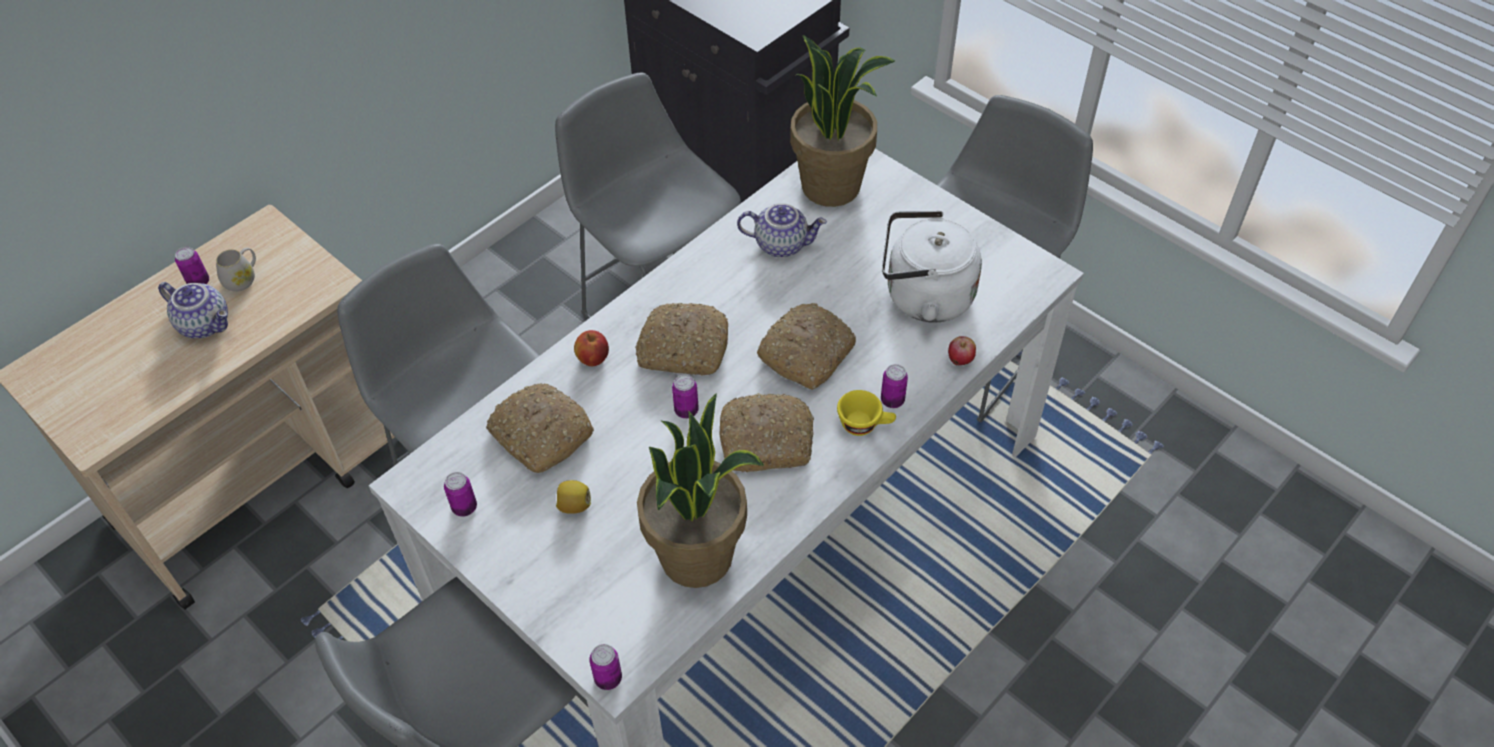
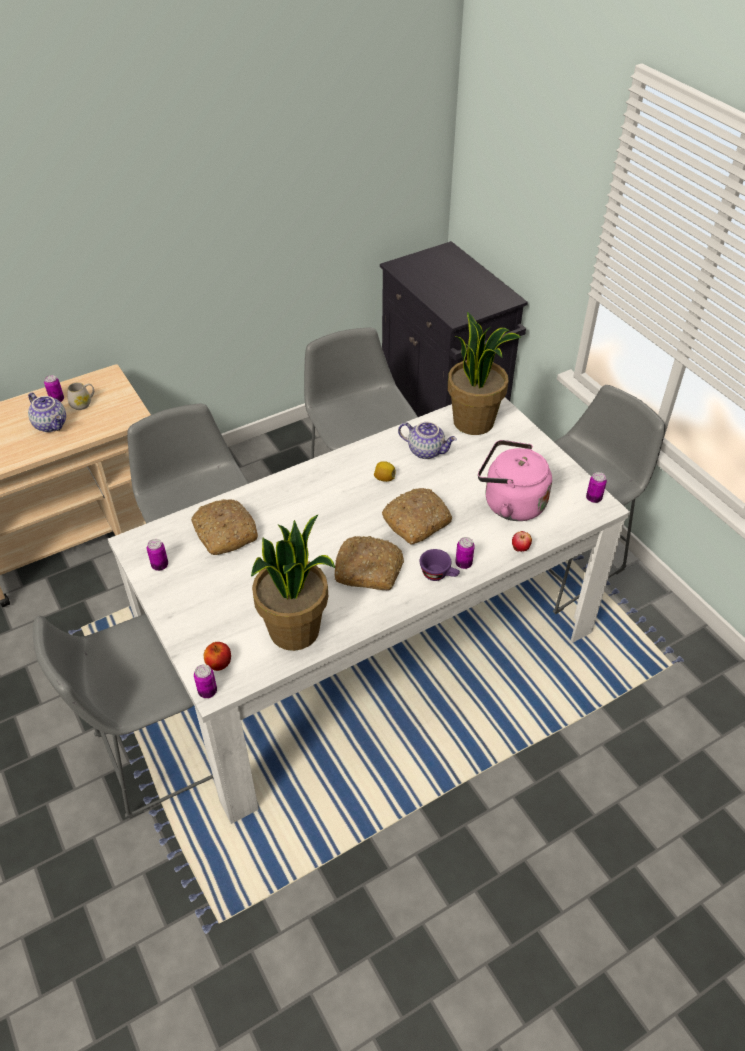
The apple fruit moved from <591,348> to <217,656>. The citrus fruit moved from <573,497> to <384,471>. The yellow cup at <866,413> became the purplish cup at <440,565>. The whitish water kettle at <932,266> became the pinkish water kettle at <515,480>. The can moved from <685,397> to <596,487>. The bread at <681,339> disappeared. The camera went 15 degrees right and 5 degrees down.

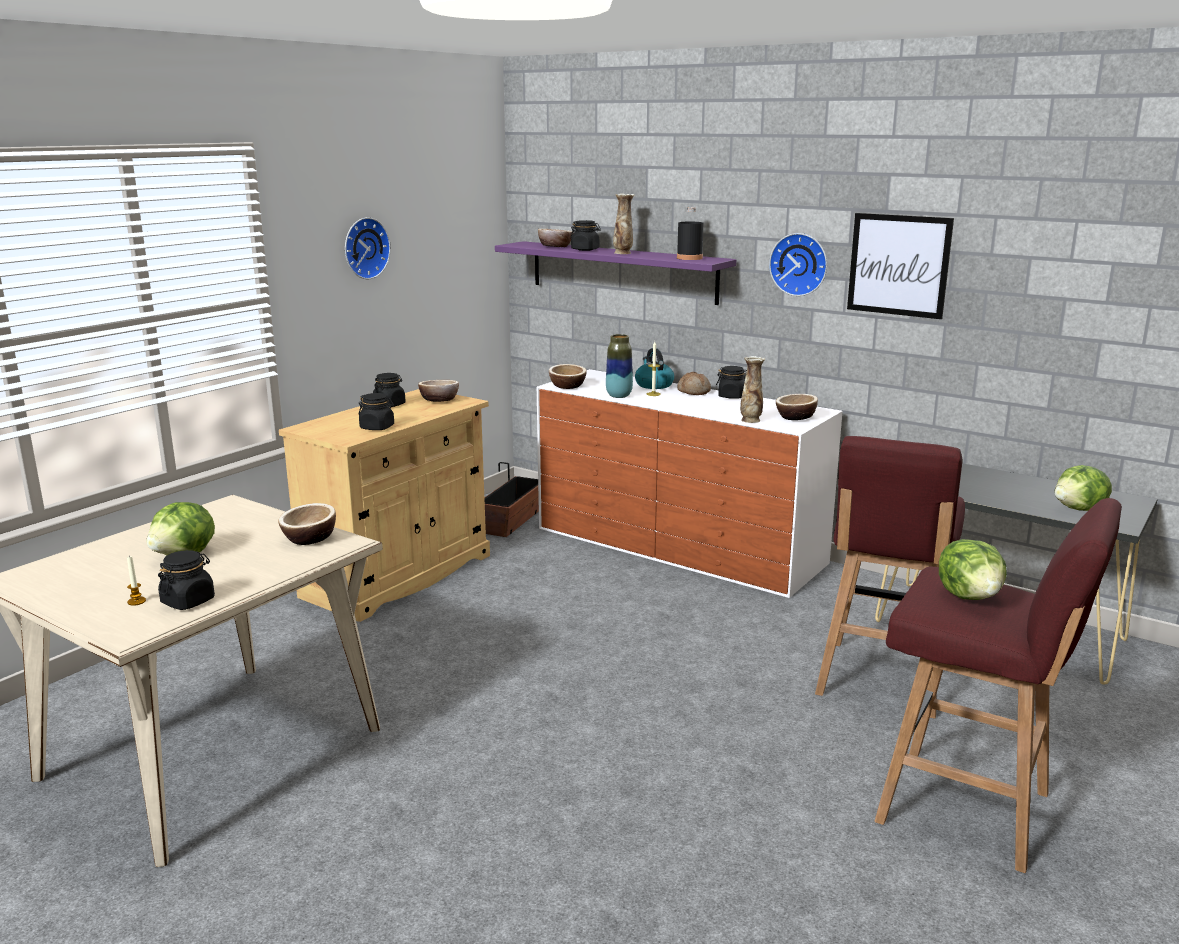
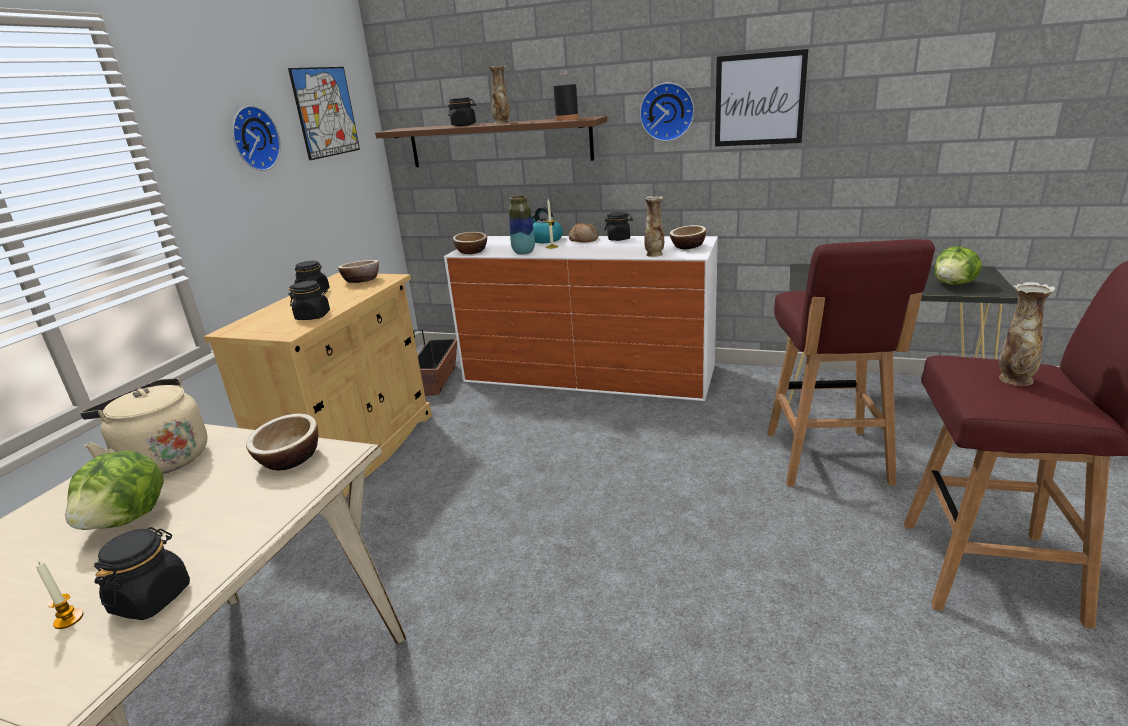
The beige-coloured water kettle at <143,426> appeared. The picture at <324,113> appeared. The purplish shelf at <615,273> became the brownish shelf at <491,141>. The head of lettuce at <973,569> was replaced by the vase at <1027,334>. The deep dish at <556,238> disappeared. The camera went 15 degrees left and 5 degrees up.

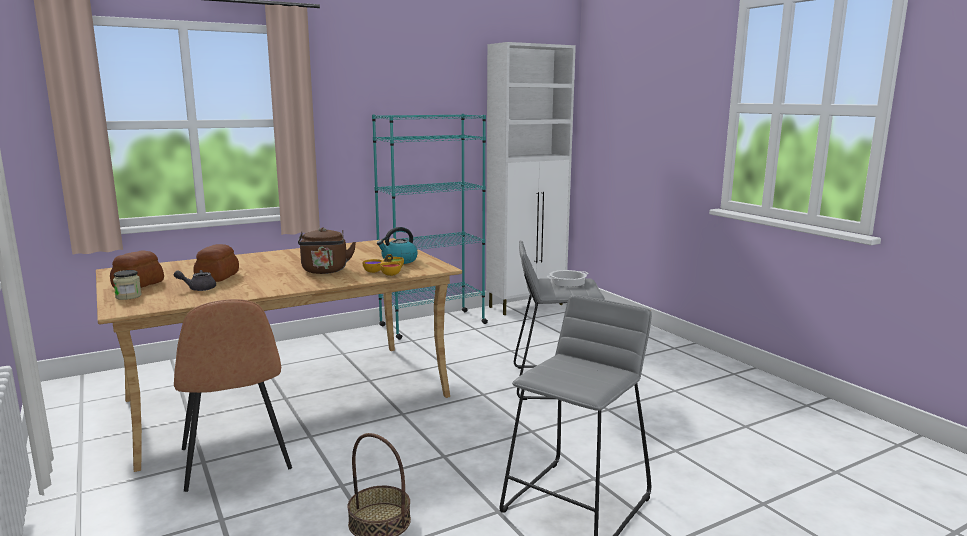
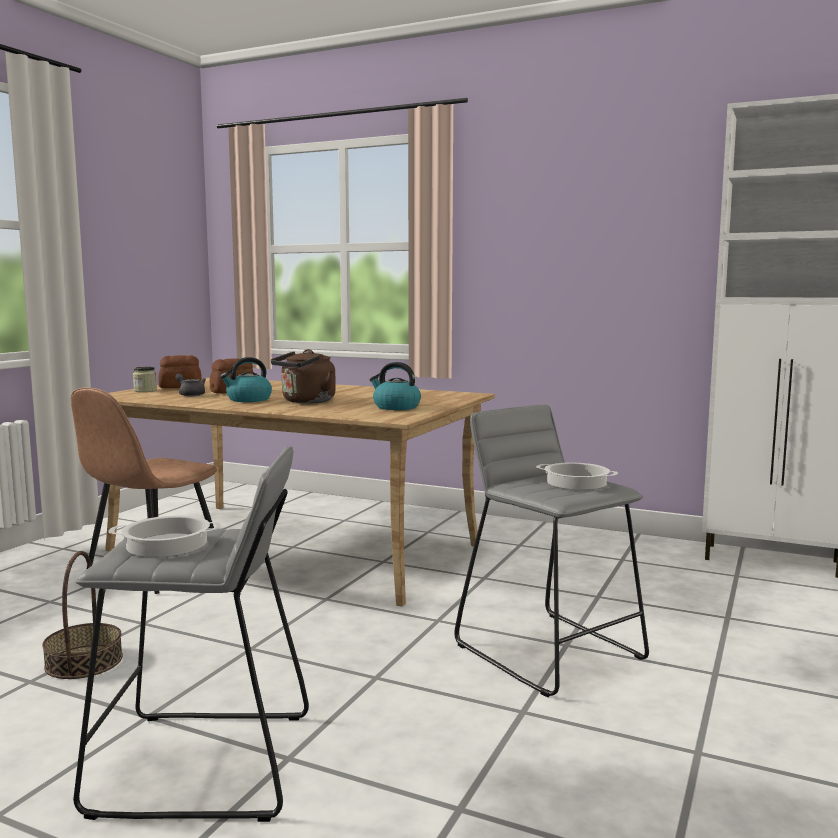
The saucepot at <164,536> appeared. The water kettle at <246,379> appeared. The deep dish at <383,265> disappeared. The turquoise bookshelf at <430,227> disappeared. The camera went 55 degrees right and 5 degrees down.

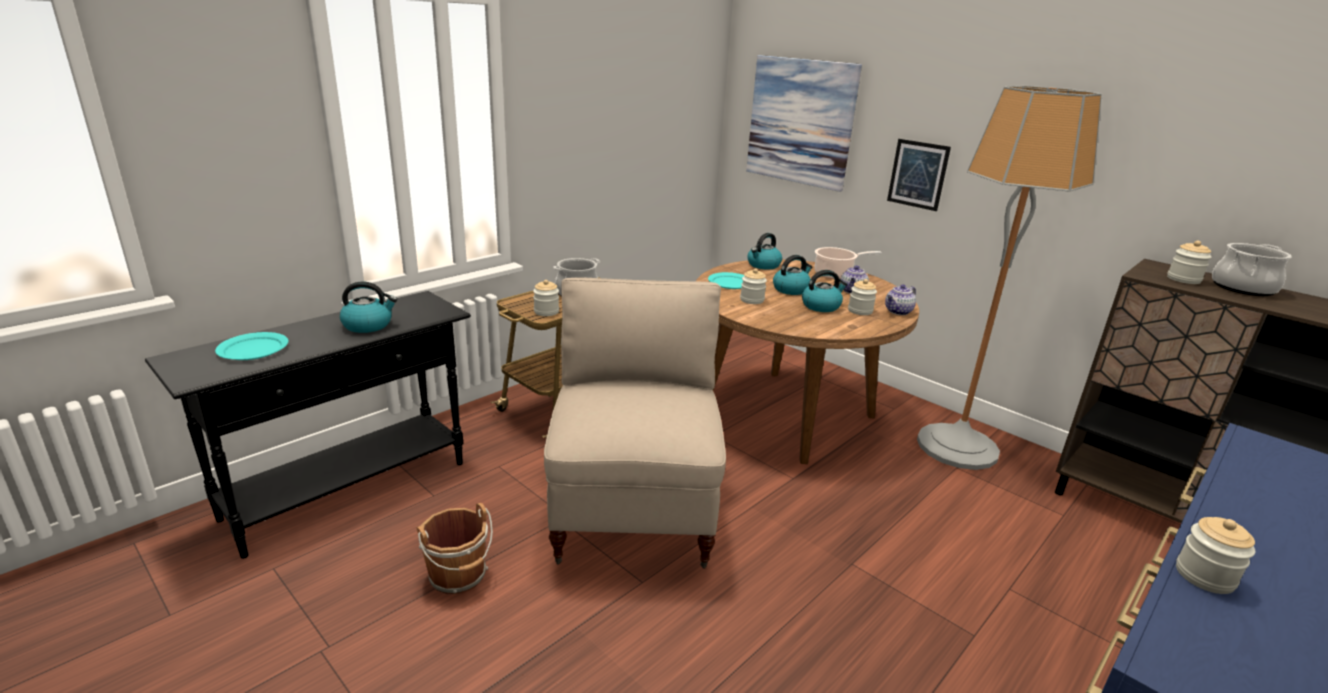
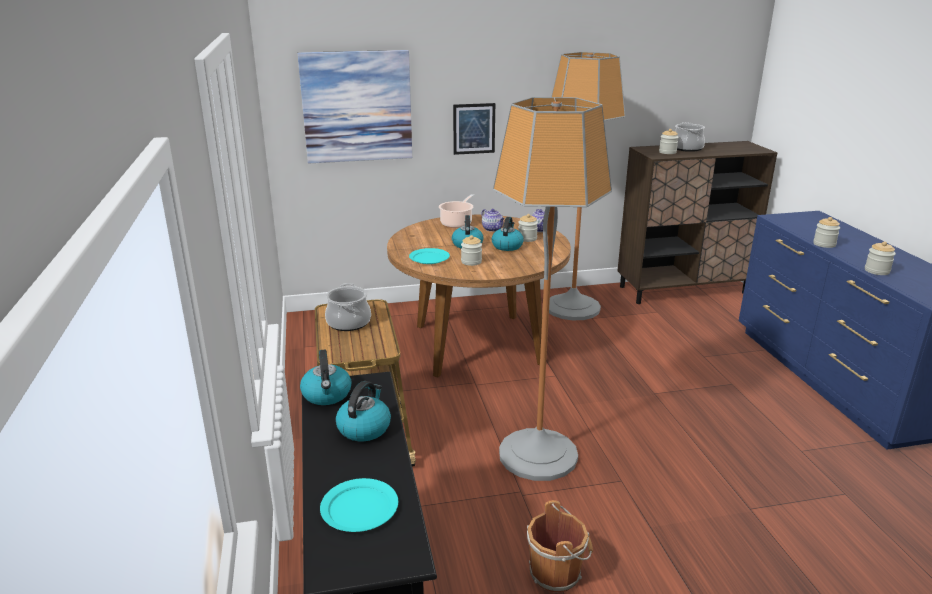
The water kettle moved from <765,251> to <325,377>. The beige-coloured upright chair at <635,423> was replaced by the floor lamp at <552,289>. The storage jar moved from <546,298> to <826,232>. The camera went 55 degrees left and 0 degrees up.

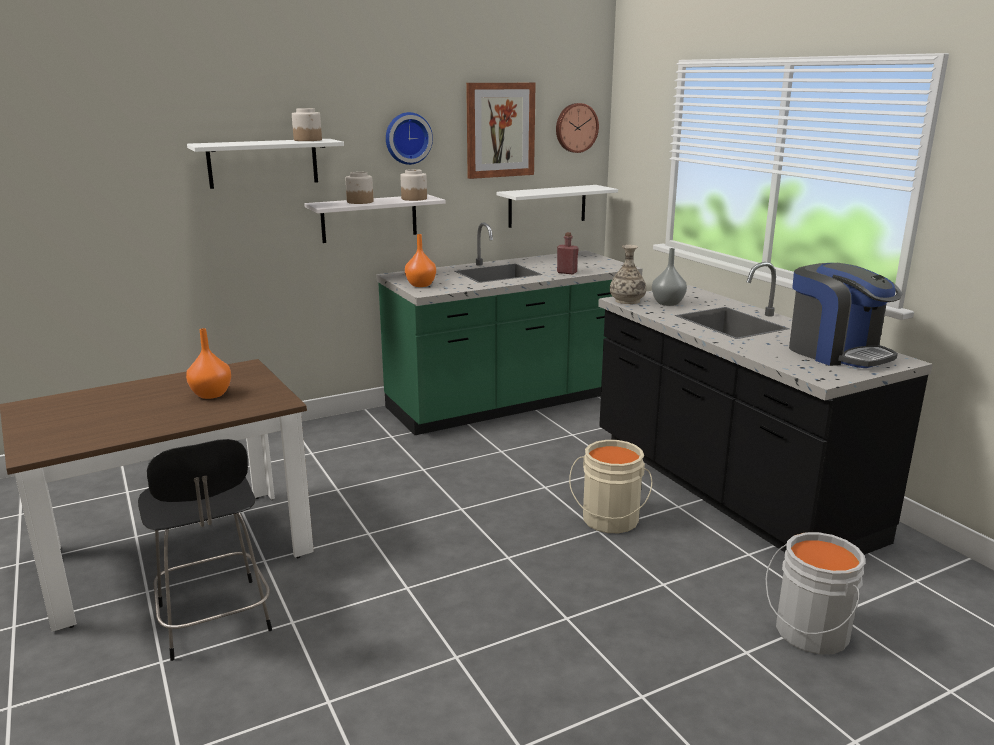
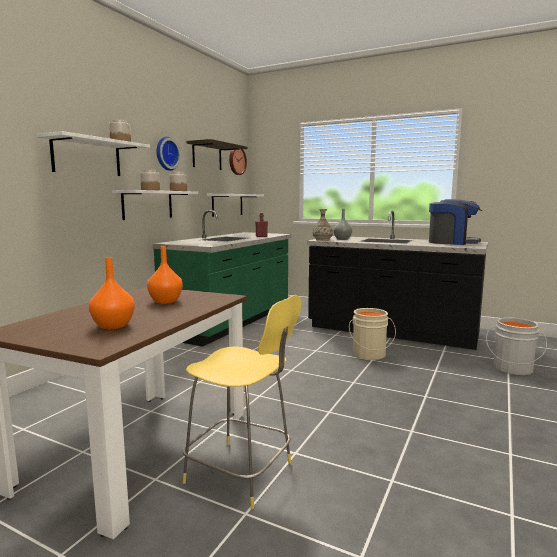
The orange vase moved from <420,260> to <112,293>. The black-coloured sitting stool at <205,550> became the yellow sitting stool at <241,402>. The picture at <501,131> was replaced by the shelf at <217,154>. The camera went 35 degrees left and 10 degrees down.

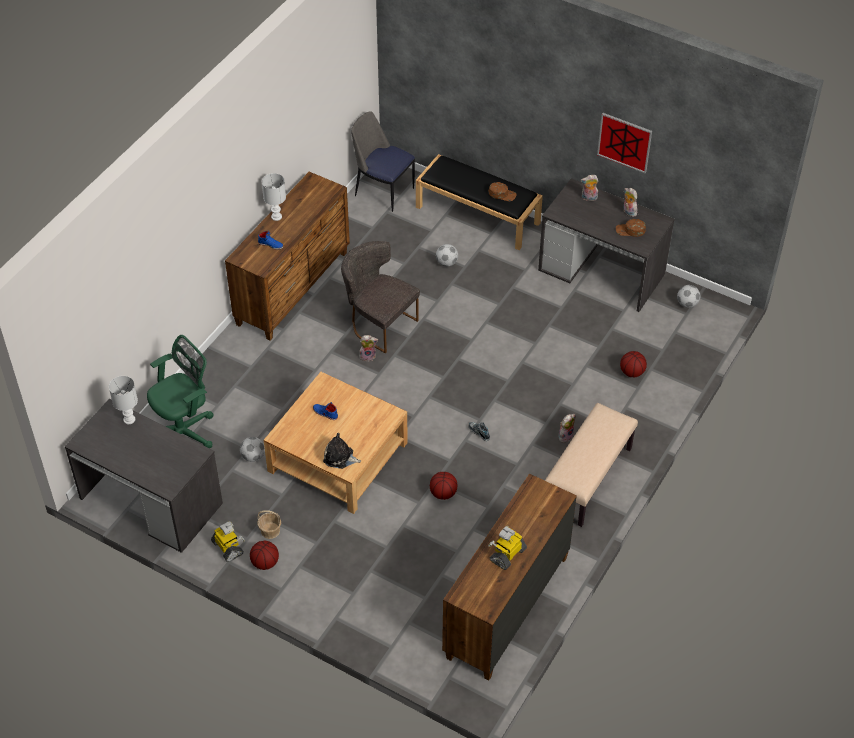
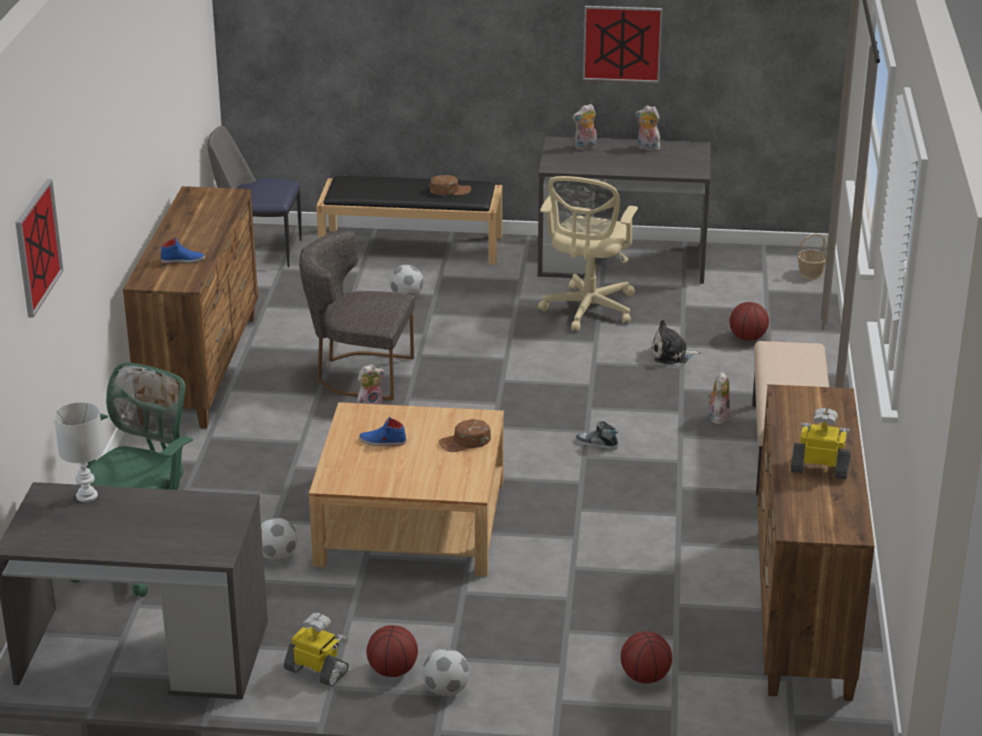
The picture at <39,248> appeared. The football ball moved from <688,296> to <446,672>. The brownish cap moved from <631,228> to <464,435>. The beige-coloured office chair at <588,253> appeared. The basketball ball moved from <444,486> to <646,657>. The cuddly toy moved from <342,451> to <676,342>. The model robot at <507,548> turned 90 degrees clockwise. The basket moved from <269,524> to <812,256>. The whitish table lamp at <274,197> disappeared. The camera went 25 degrees left and 20 degrees down.

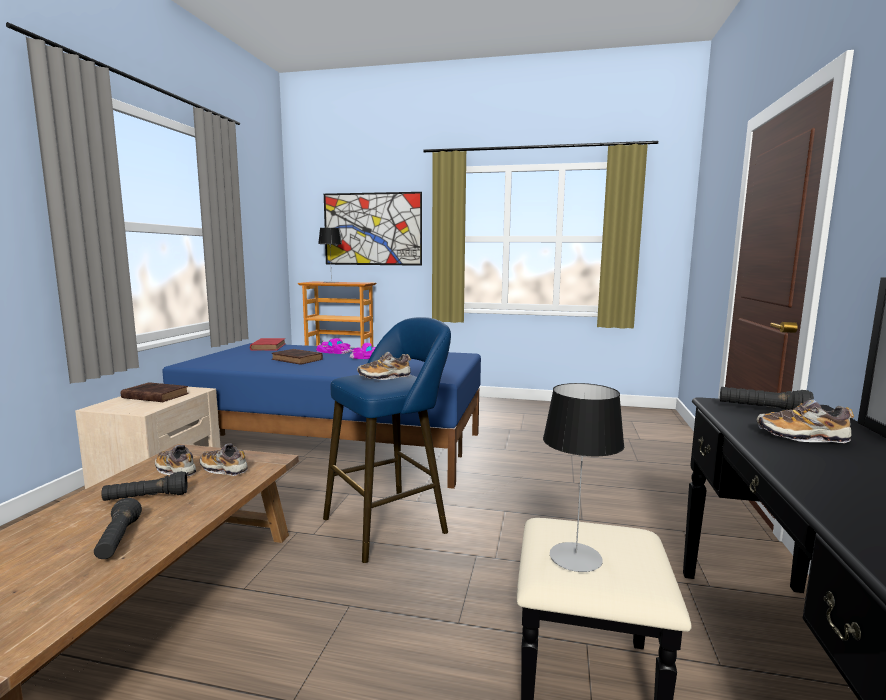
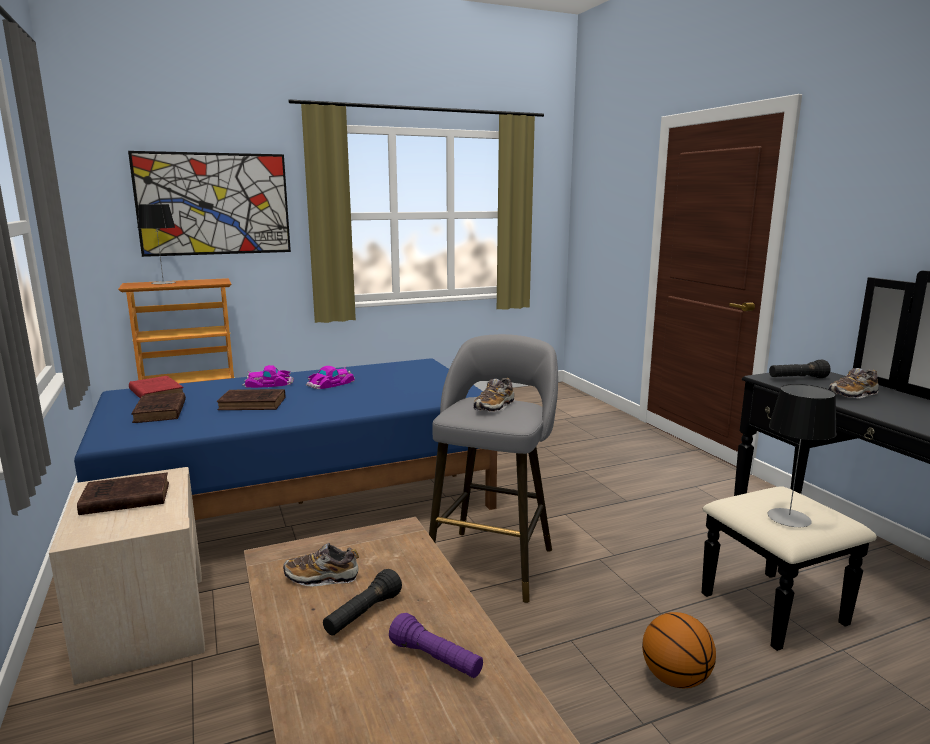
The brownish volume at <158,407> appeared. The black-coloured hand torch at <118,528> became the purplish hand torch at <436,645>. The bluish sitting stool at <387,440> became the greyish sitting stool at <493,468>. The basketball ball at <679,650> appeared. The shoe at <223,460> disappeared. The camera went 35 degrees left and 5 degrees up.

